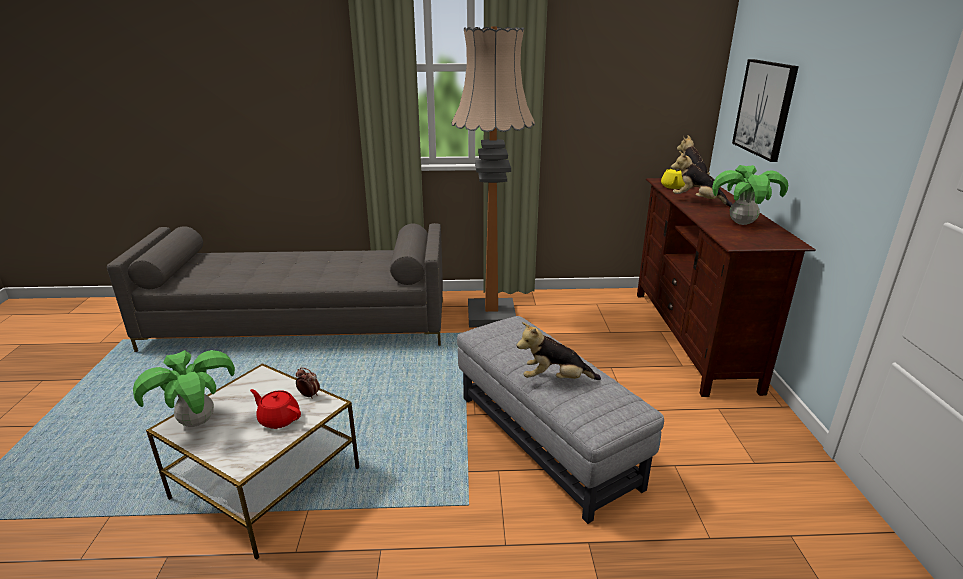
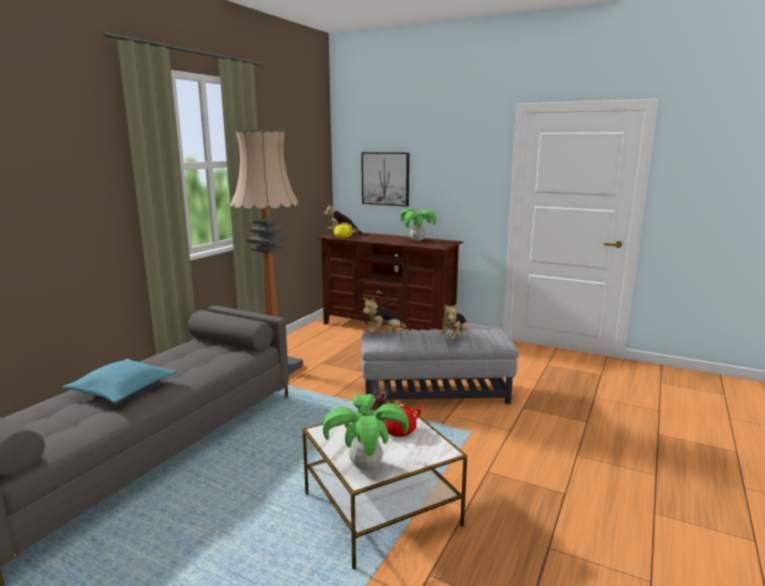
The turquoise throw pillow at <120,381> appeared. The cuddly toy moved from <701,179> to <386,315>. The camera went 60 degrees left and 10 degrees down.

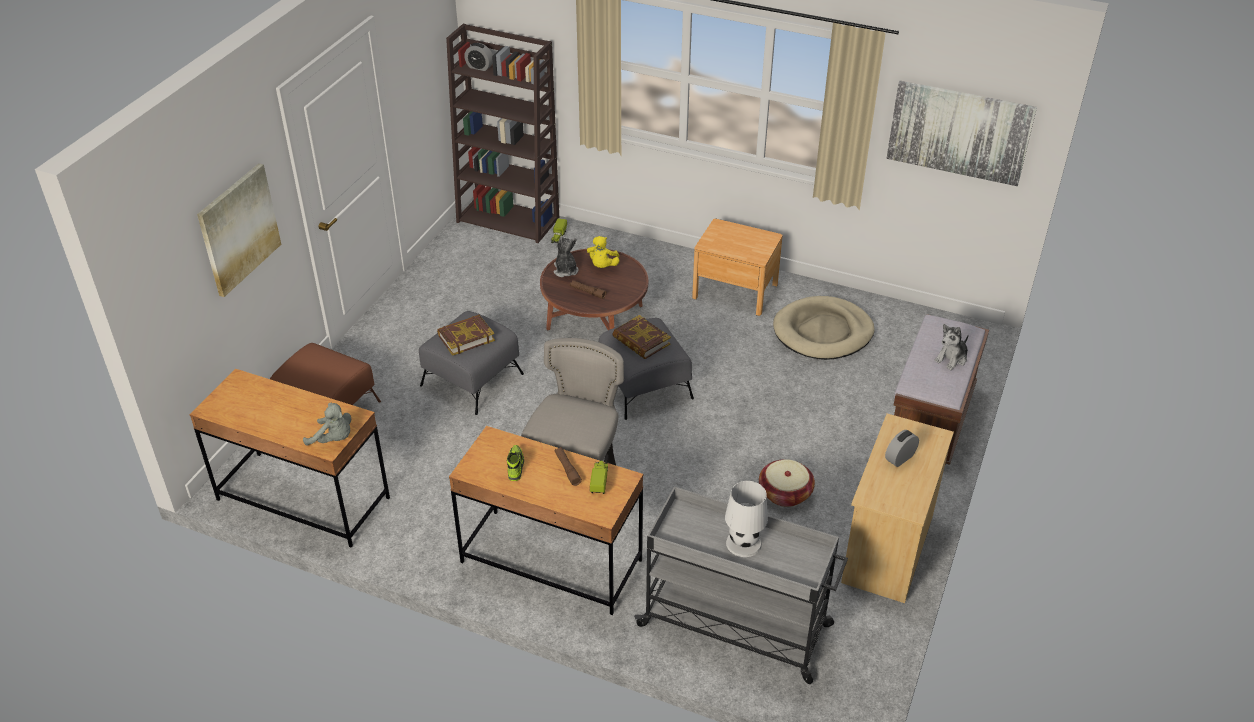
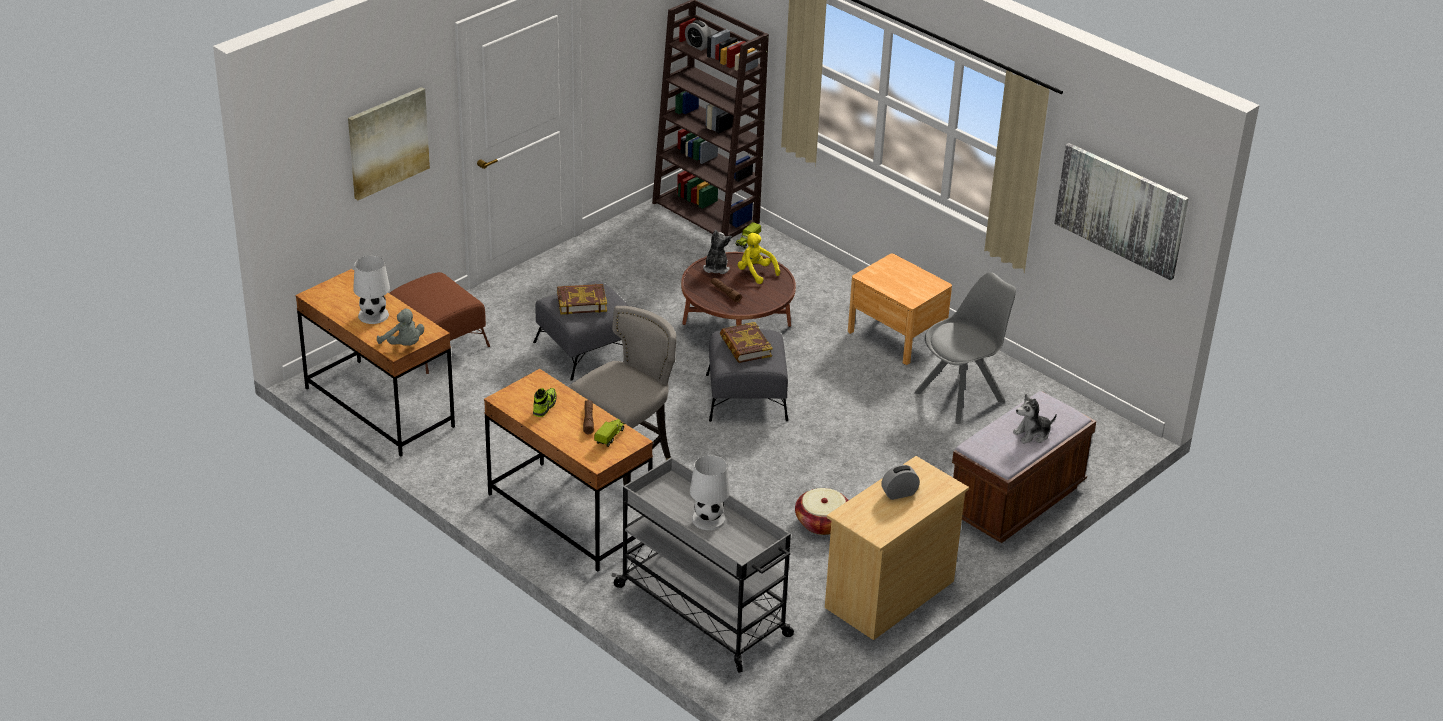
The whitish table lamp at <371,289> appeared. The yellow cuddly toy at <603,252> turned 105 degrees clockwise. The beige-coloured pet bed at <824,328> was replaced by the greyish upright chair at <965,348>. The camera went 20 degrees right and 5 degrees down.

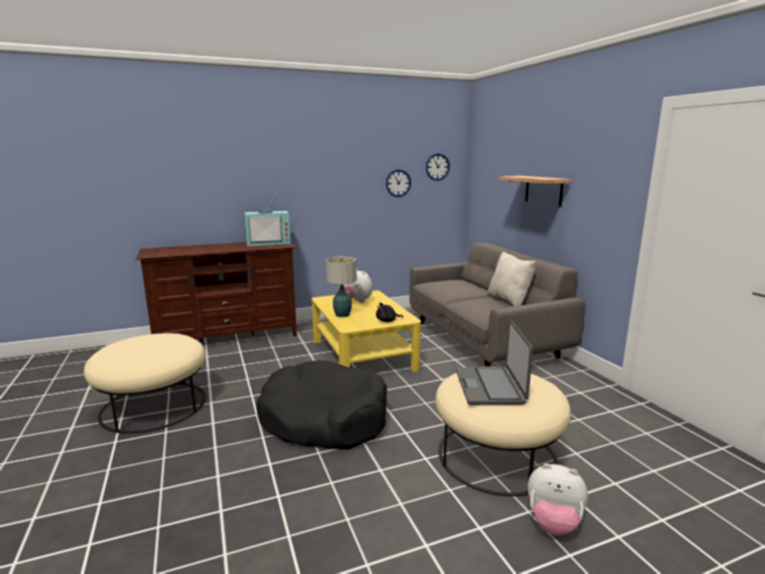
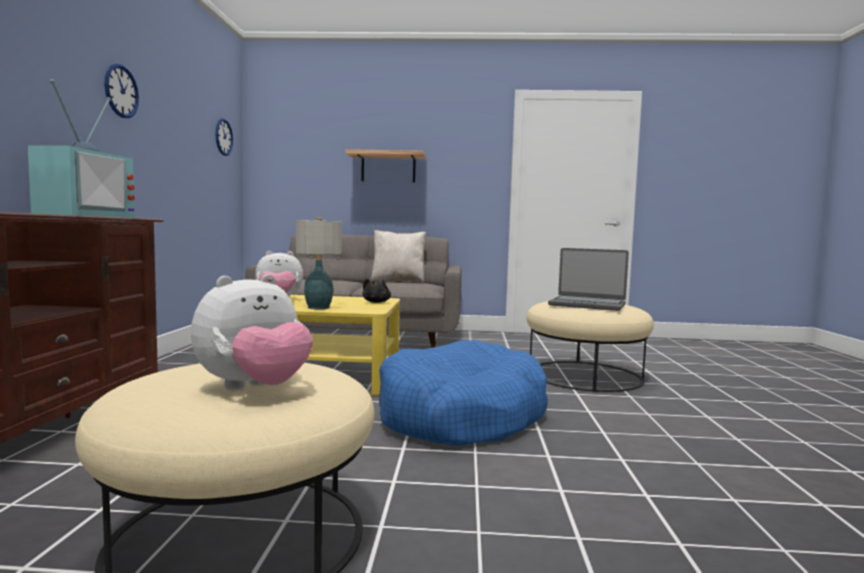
The hanging clock moved from <398,183> to <121,91>. The cuddly toy moved from <557,499> to <252,332>. The black-coloured pet bed at <321,404> became the bluish pet bed at <463,393>. The camera went 65 degrees left and 10 degrees down.

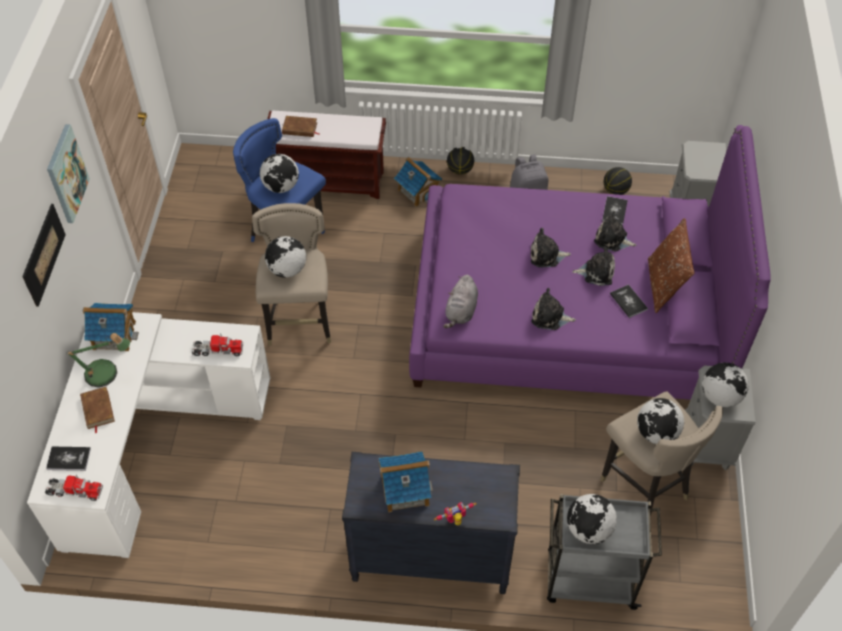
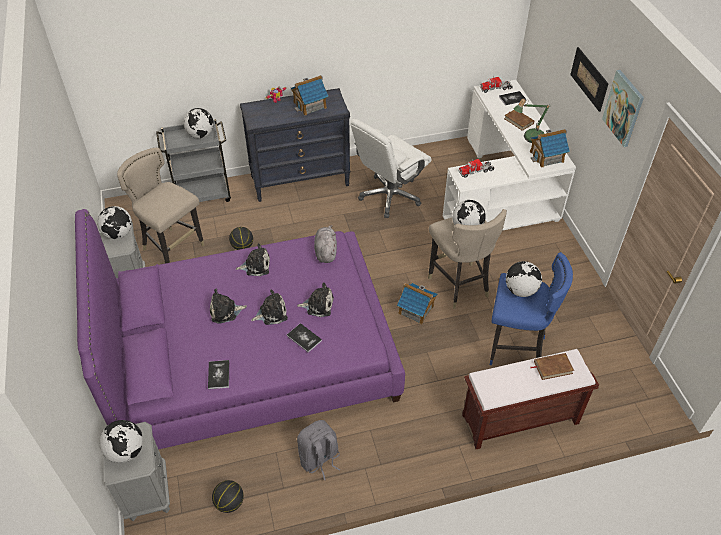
The desk globe moved from <660,421> to <121,441>. The basketball ball moved from <460,161> to <241,238>. The volume moved from <629,301> to <304,338>. The cuddly toy moved from <615,231> to <315,299>. The whitish office chair at <391,168> appeared. The toy house moved from <418,182> to <417,304>. The brownish throw pillow at <671,265> disappeared. The camera went 160 degrees right and 5 degrees down.

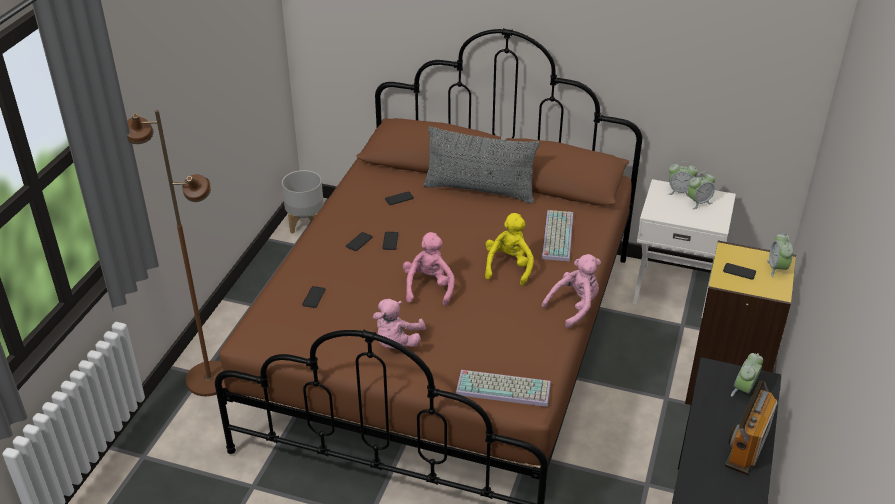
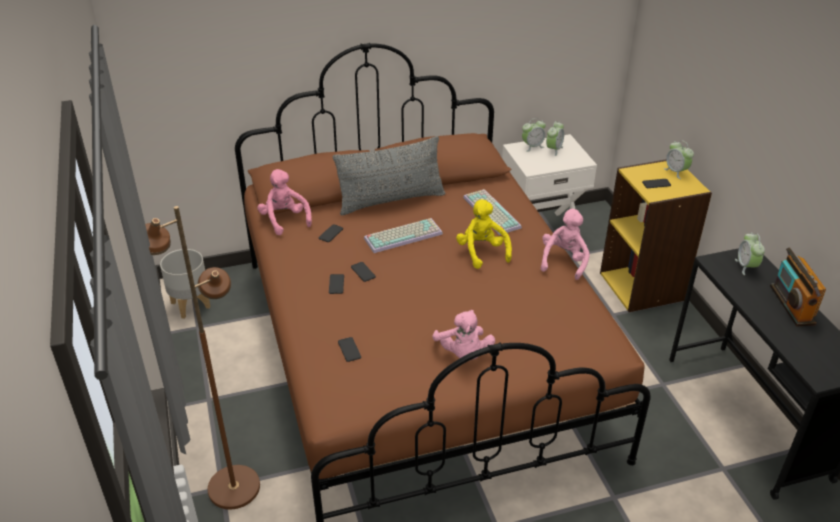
The pinkish cuddly toy moved from <429,269> to <284,202>. The computer keyboard moved from <503,388> to <403,235>. The camera went 35 degrees left and 0 degrees up.

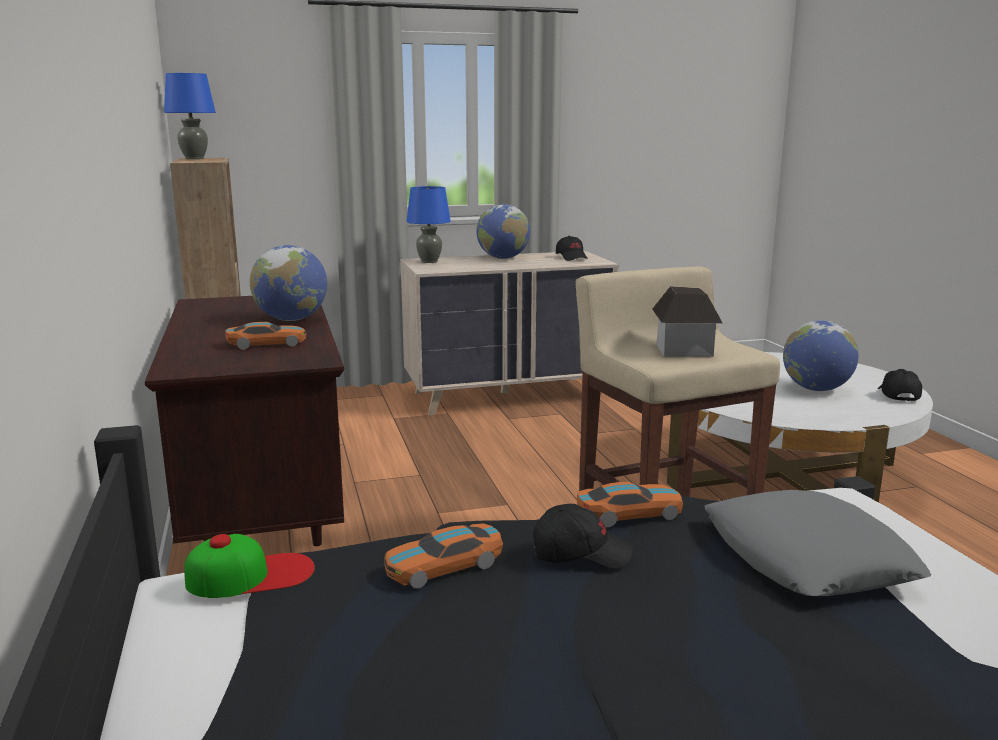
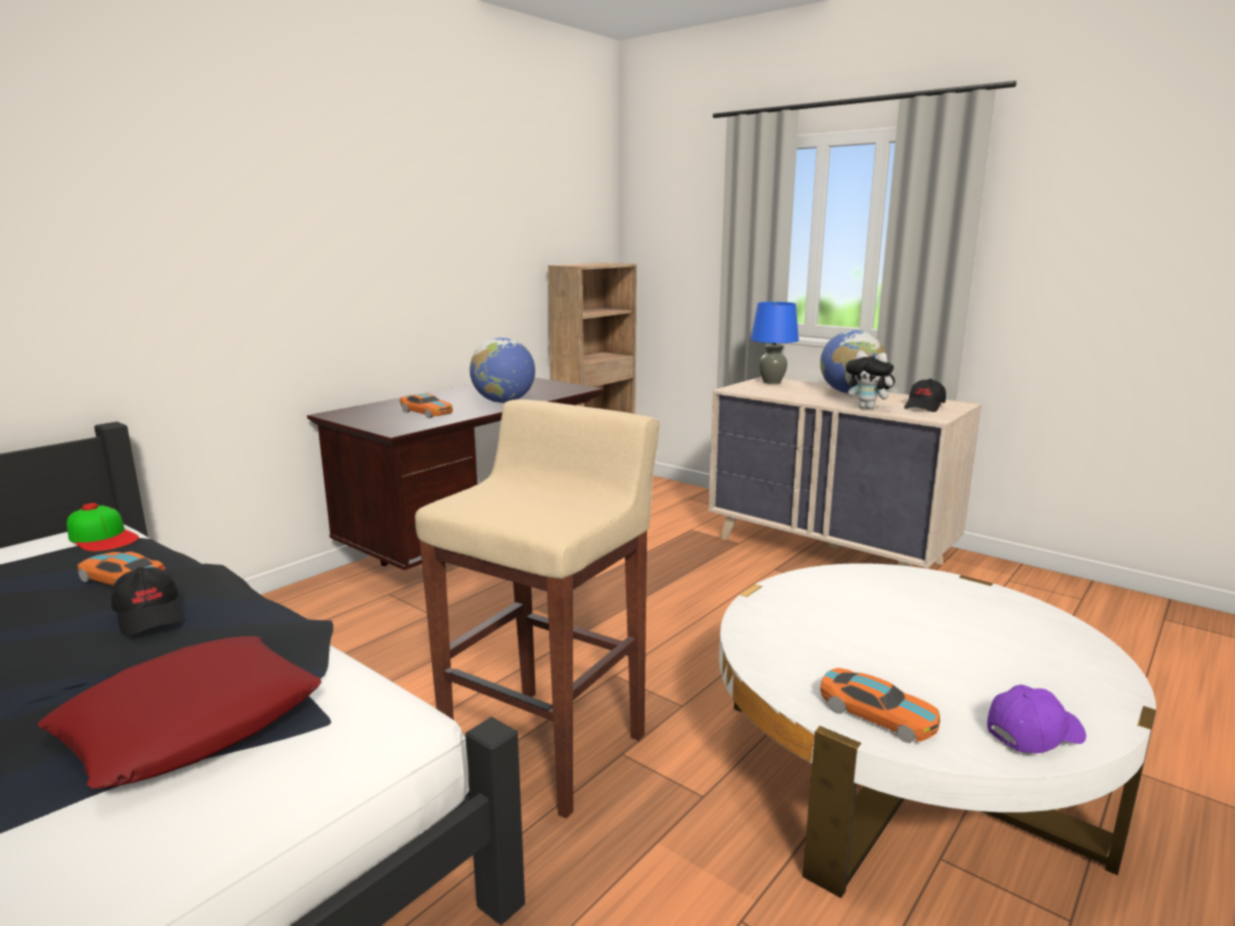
The greyish throw pillow at <818,543> became the red throw pillow at <180,712>. The miniature car moved from <630,504> to <880,705>. The cuddly toy at <872,379> appeared. The black-coloured cap at <900,385> became the purplish cap at <1036,719>. The bluish table lamp at <190,116> disappeared. The toy house at <687,321> disappeared. The desk globe at <821,355> disappeared. The camera went 55 degrees right and 0 degrees up.

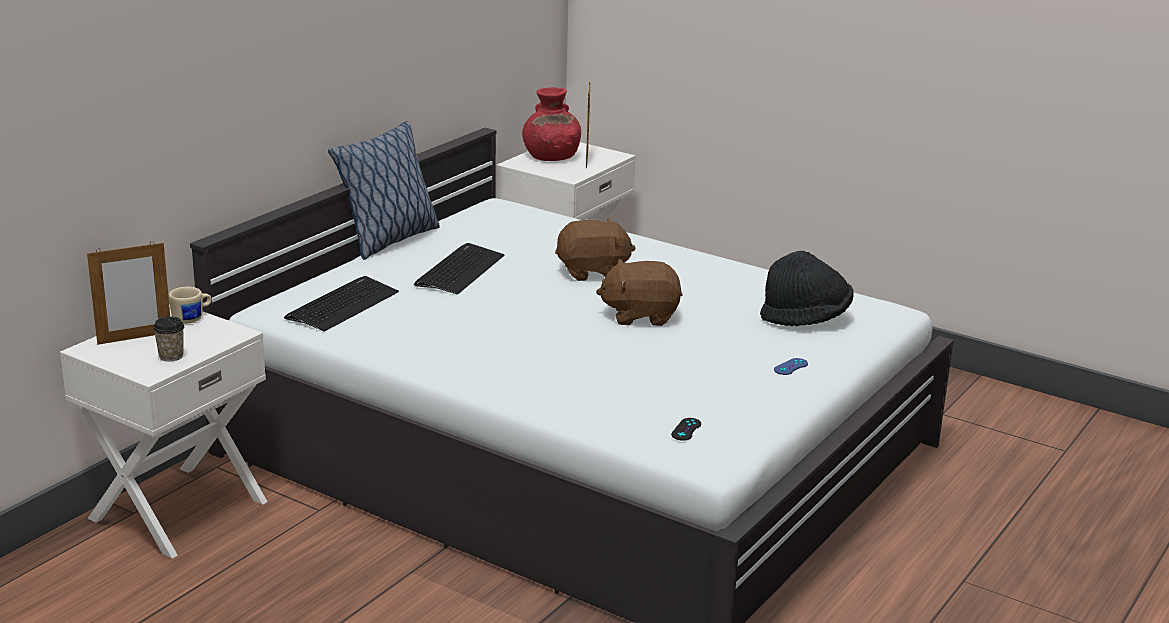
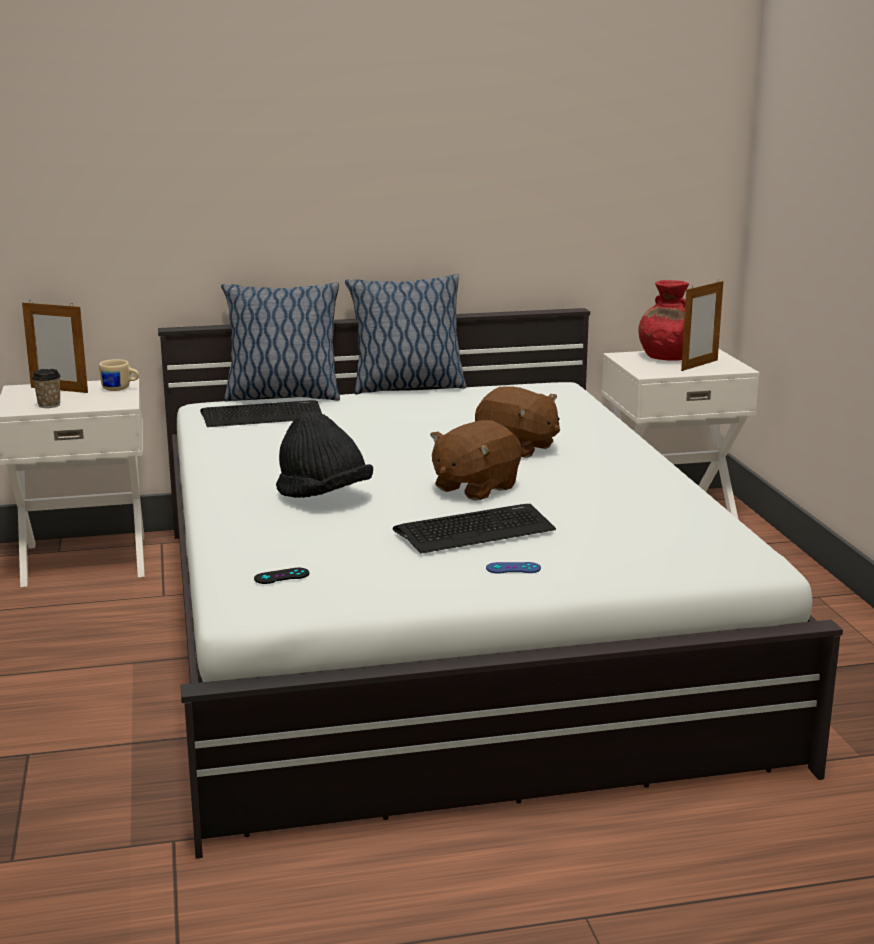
The throw pillow at <280,341> appeared. The black-coloured clothing hat moved from <807,288> to <324,455>. The computer keyboard moved from <459,268> to <474,529>. The brownish cuddly toy at <639,292> turned 90 degrees counterclockwise. The camera went 45 degrees right and 5 degrees down.

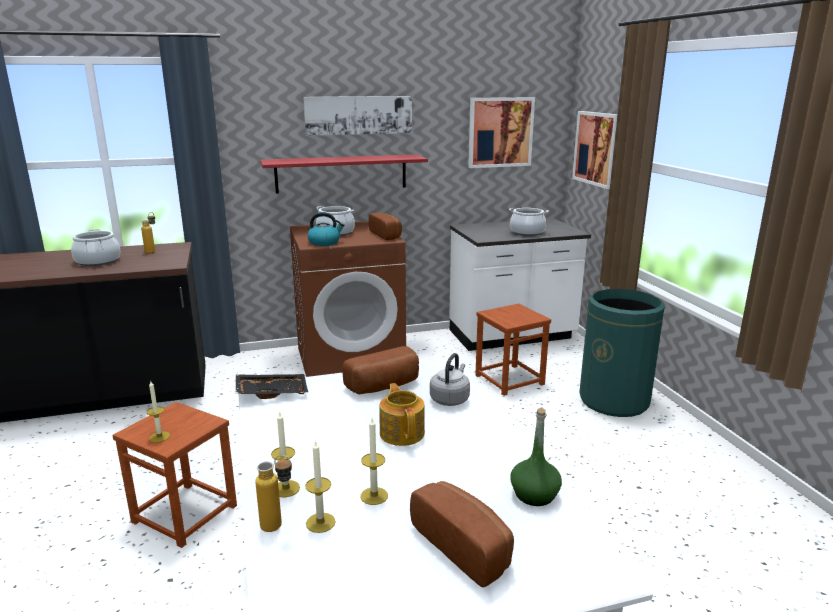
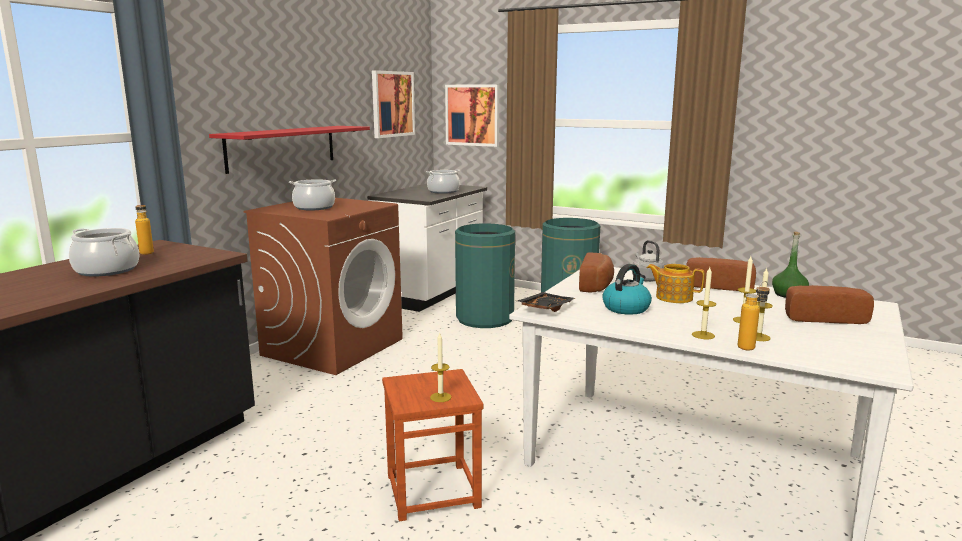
The brownish sitting stool at <513,350> was replaced by the greenish trash can at <485,275>. The water kettle moved from <326,229> to <627,289>. The bread moved from <385,226> to <721,274>. The picture at <357,116> disappeared. The camera went 45 degrees left and 5 degrees down.

